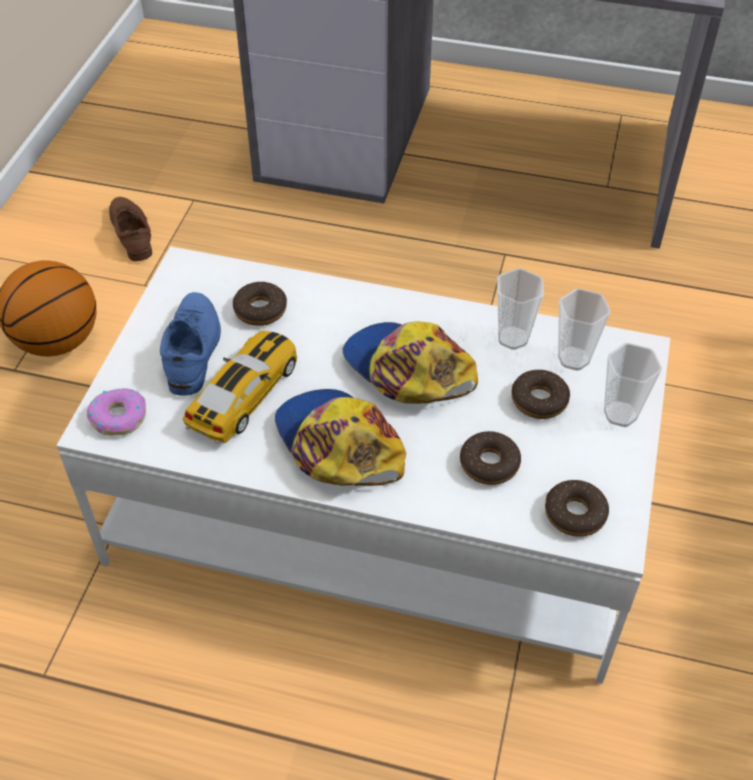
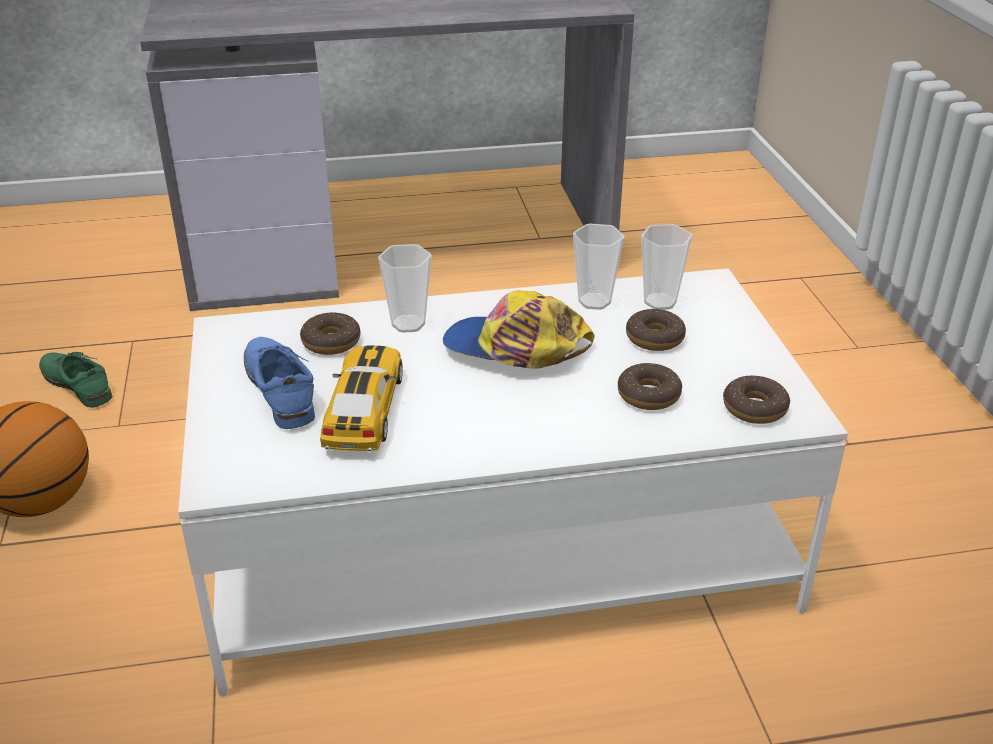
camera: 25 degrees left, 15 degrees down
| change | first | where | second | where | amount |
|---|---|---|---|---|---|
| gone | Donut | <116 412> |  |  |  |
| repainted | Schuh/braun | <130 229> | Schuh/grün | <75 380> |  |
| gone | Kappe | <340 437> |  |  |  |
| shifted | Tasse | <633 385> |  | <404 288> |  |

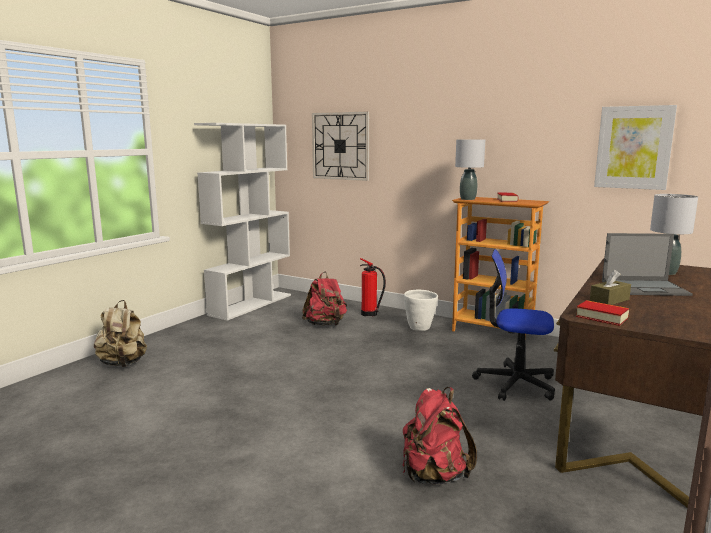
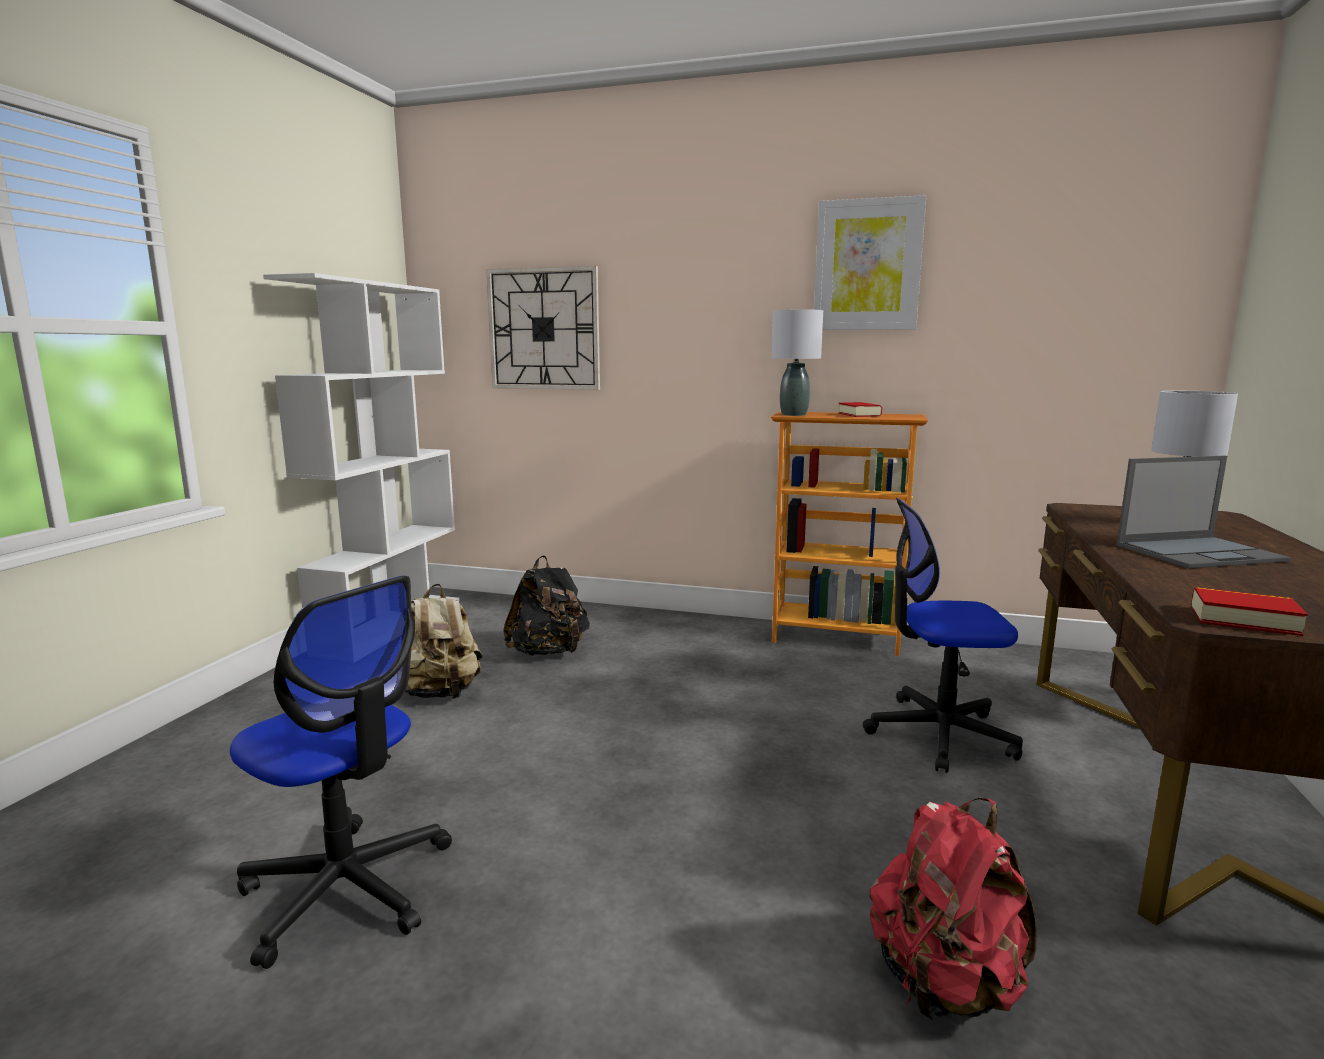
camera: 15 degrees left, 0 degrees up
| change | first | where | second | where | amount |
|---|---|---|---|---|---|
| shifted | Rucksack/beige | <120 333> |  | <444 641> |  |
| repainted | Rucksack/rot | <324 299> | Rucksack/schwarz | <546 606> |  |
| gone | Feuerlöscher | <373 287> |  |  |  |
| gone | Pflanzkübel/weiß | <421 310> |  |  |  |
| gone | Taschentuchbox/braun | <610 287> |  |  |  |
| shifted | Bild | <635 147> |  | <870 262> |  |
| new |  |  | Bürostuhl | <341 772> |  |

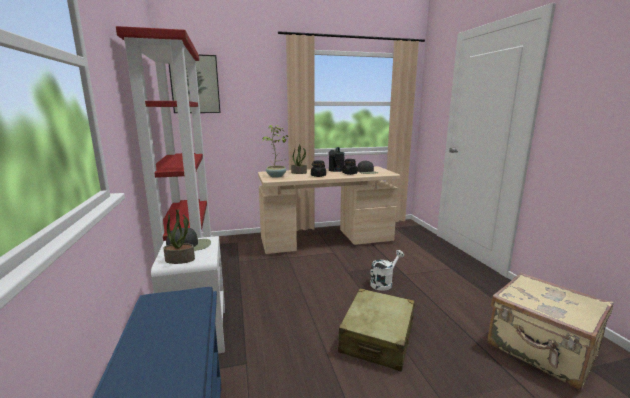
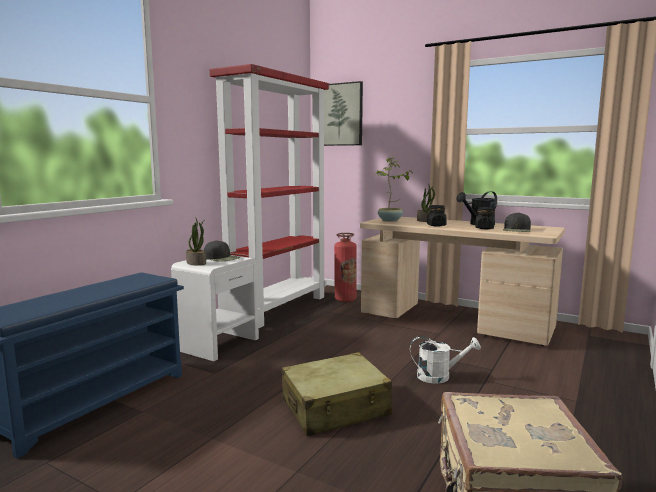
camera: 45 degrees right, 5 degrees down
| change | first | where | second | where | amount |
|---|---|---|---|---|---|
| new |  |  | Feuerlöscher | <345 267> |  |

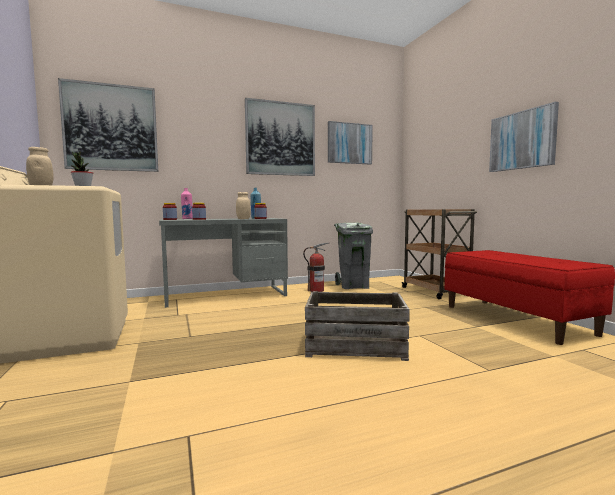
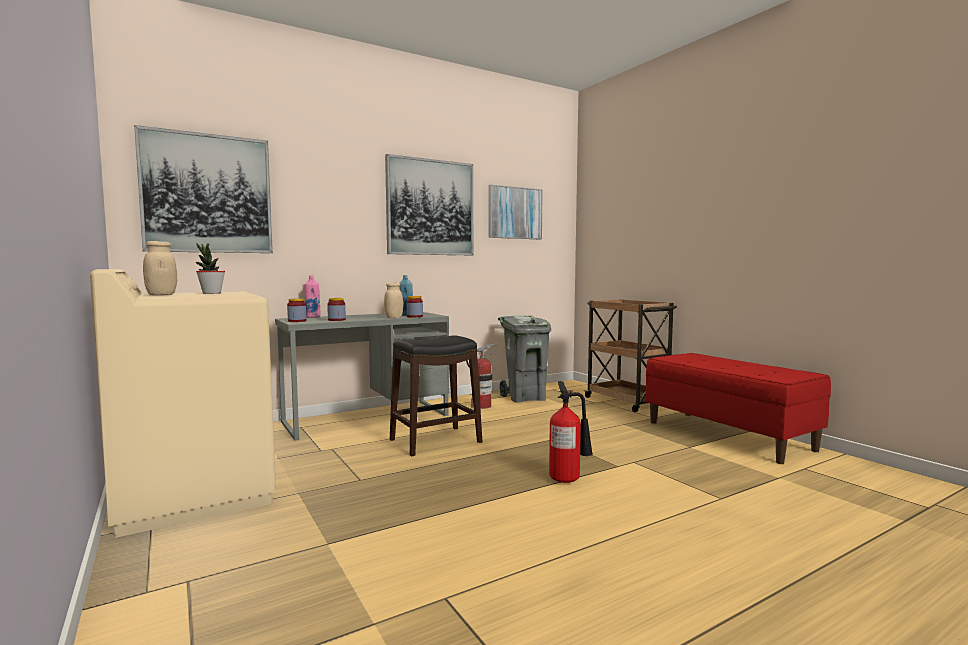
camera: 10 degrees left, 0 degrees up
| change | first | where | second | where | amount |
|---|---|---|---|---|---|
| swapped | Kiste | <357 326> | Feuerlöscher | <571 432> |  |
| gone | Bild | <524 137> |  |  |  |
| new |  |  | Hocker/schwarz | <436 395> |  |

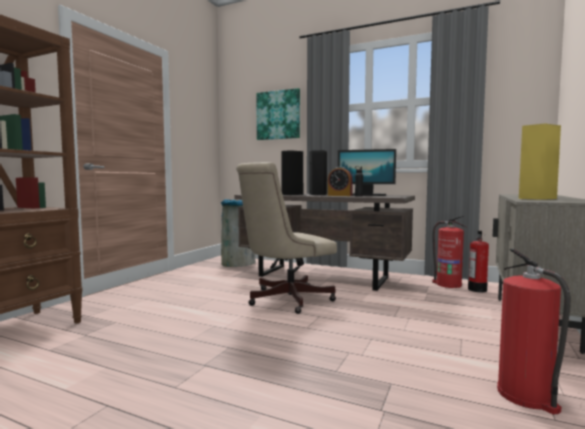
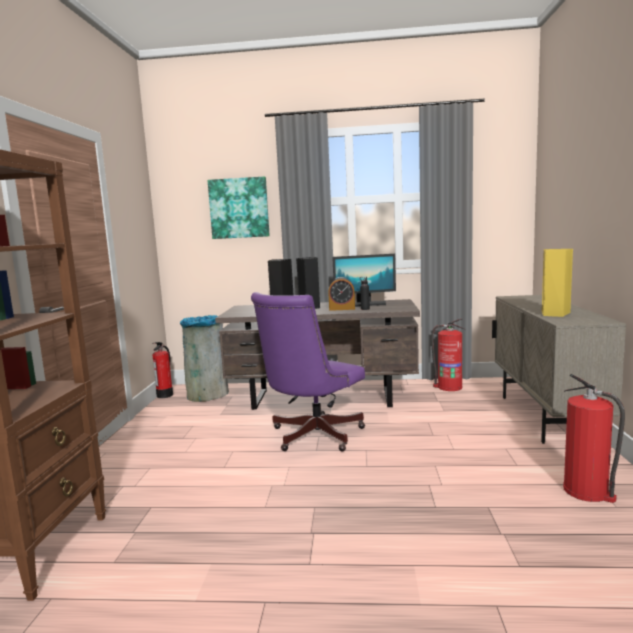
camera: 20 degrees left, 5 degrees up
| change | first | where | second | where | amount |
|---|---|---|---|---|---|
| repainted | Bürostuhl/beige | <286 238> | Bürostuhl/lila | <308 371> |  |
| shifted | Feuerlöscher | <478 261> |  | <162 370> |  |

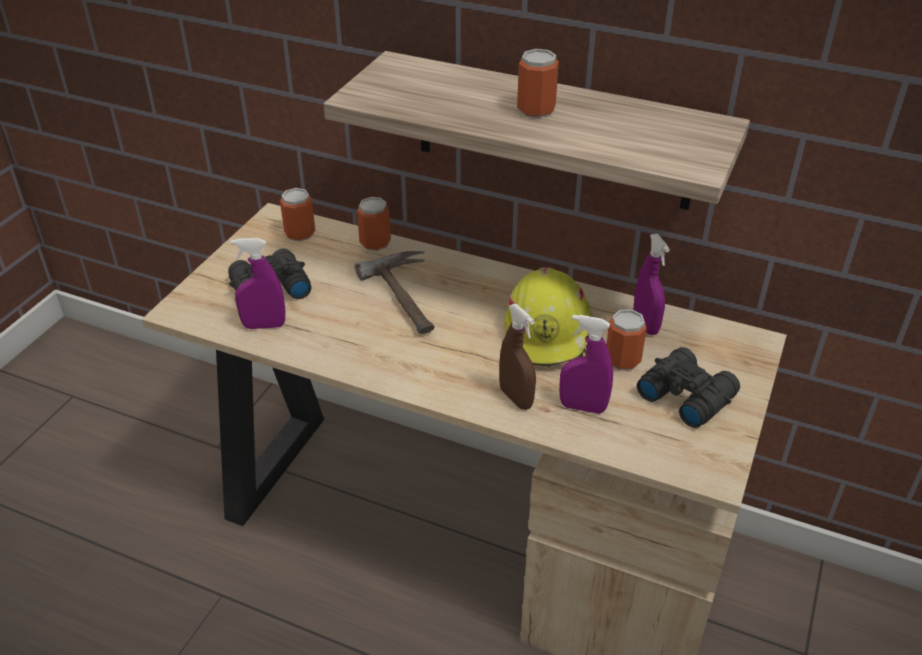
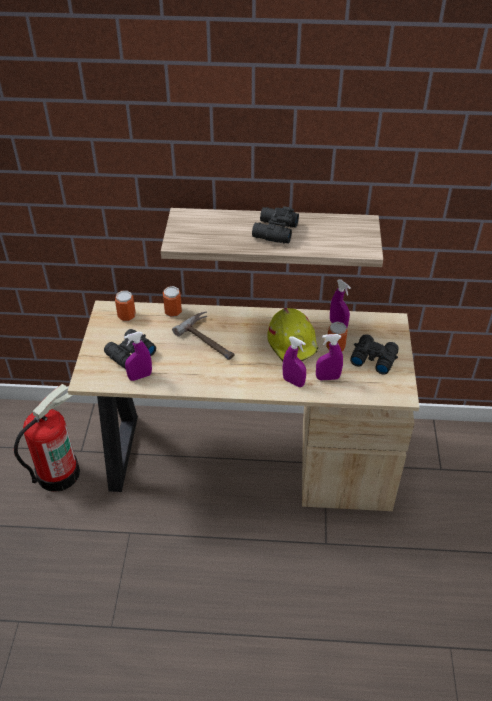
camera: 20 degrees left, 5 degrees up
| change | first | where | second | where | amount |
|---|---|---|---|---|---|
| repainted | Sprühflasche/braun | <517 357> | Sprühflasche/lila | <294 361> |  |
| swapped | Dose | <538 84> | Fernglas/schwarz | <275 225> |  |
| new |  |  | Feuerlöscher | <47 438> |  |

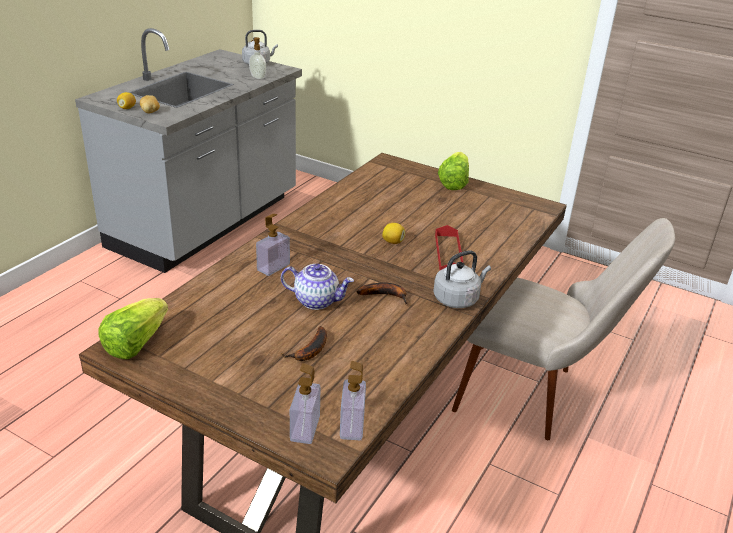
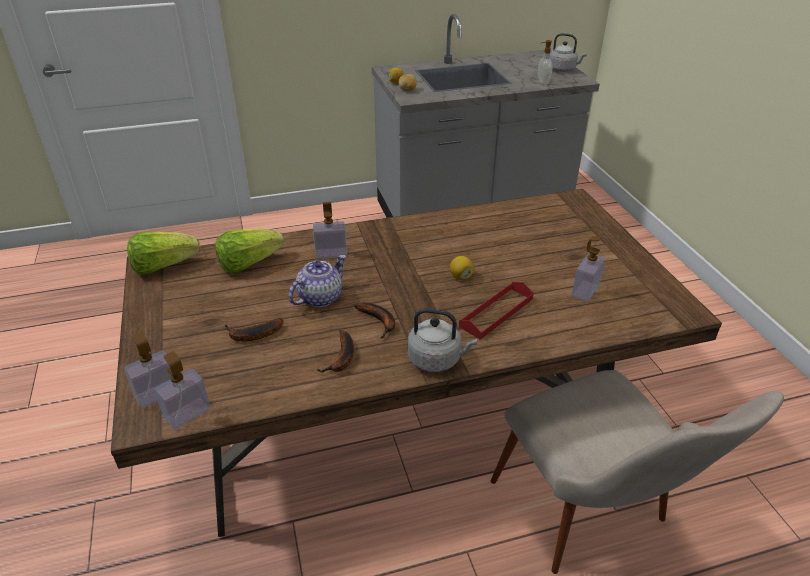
camera: 45 degrees right, 5 degrees up
| change | first | where | second | where | amount |
|---|---|---|---|---|---|
| rotated | Teekanne | <317 287> |  | <317 281> | 105 degrees counterclockwise |
| shifted | Salatkopf | <453 171> |  | <249 250> |  |
| new |  |  | Banane | <335 351> |  |
| new |  |  | Seifenspender | <588 269> |  |

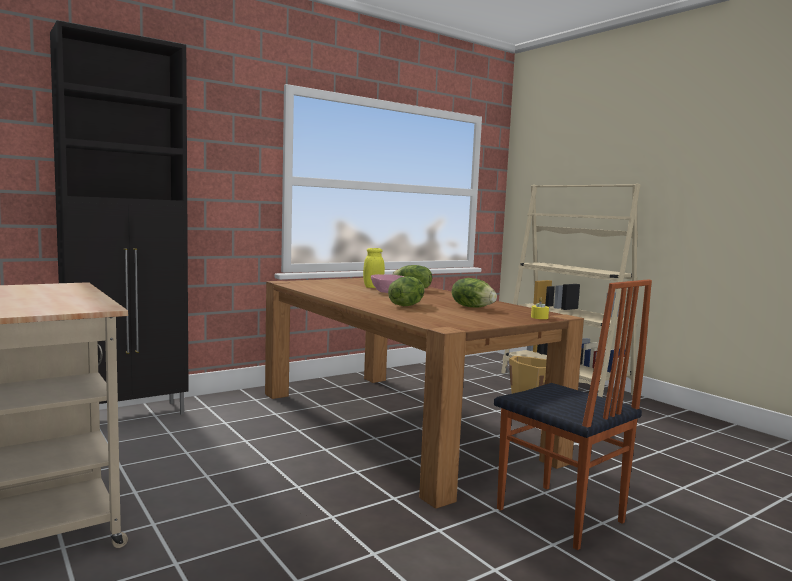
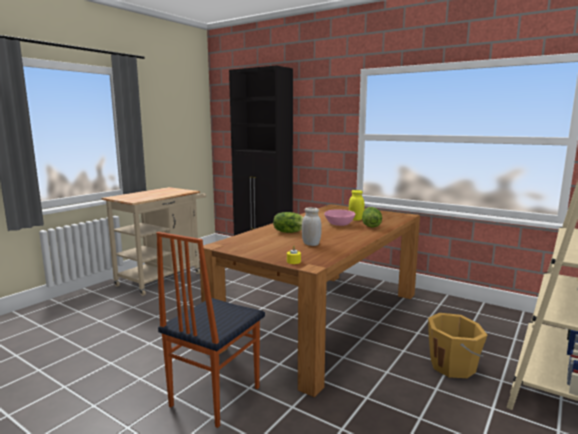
camera: 70 degrees right, 5 degrees up
| change | first | where | second | where | amount |
|---|---|---|---|---|---|
| swapped | Salatkopf | <474 292> | Vorratsglas/weiß | <311 226> |  |

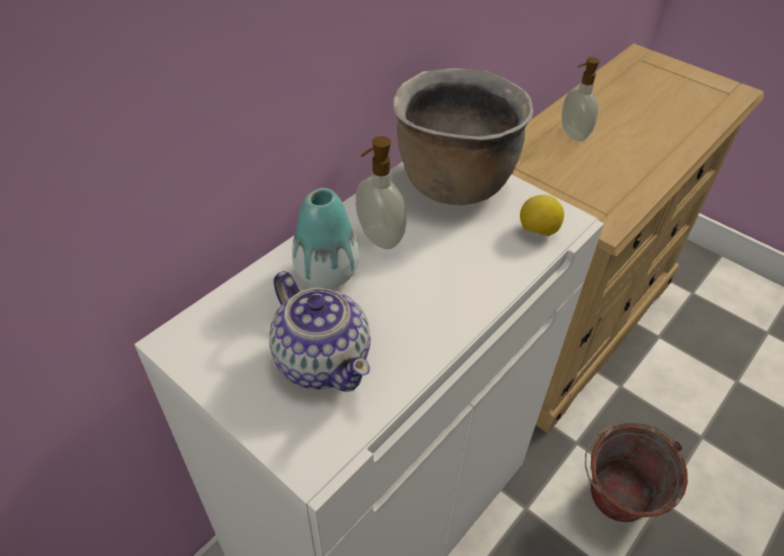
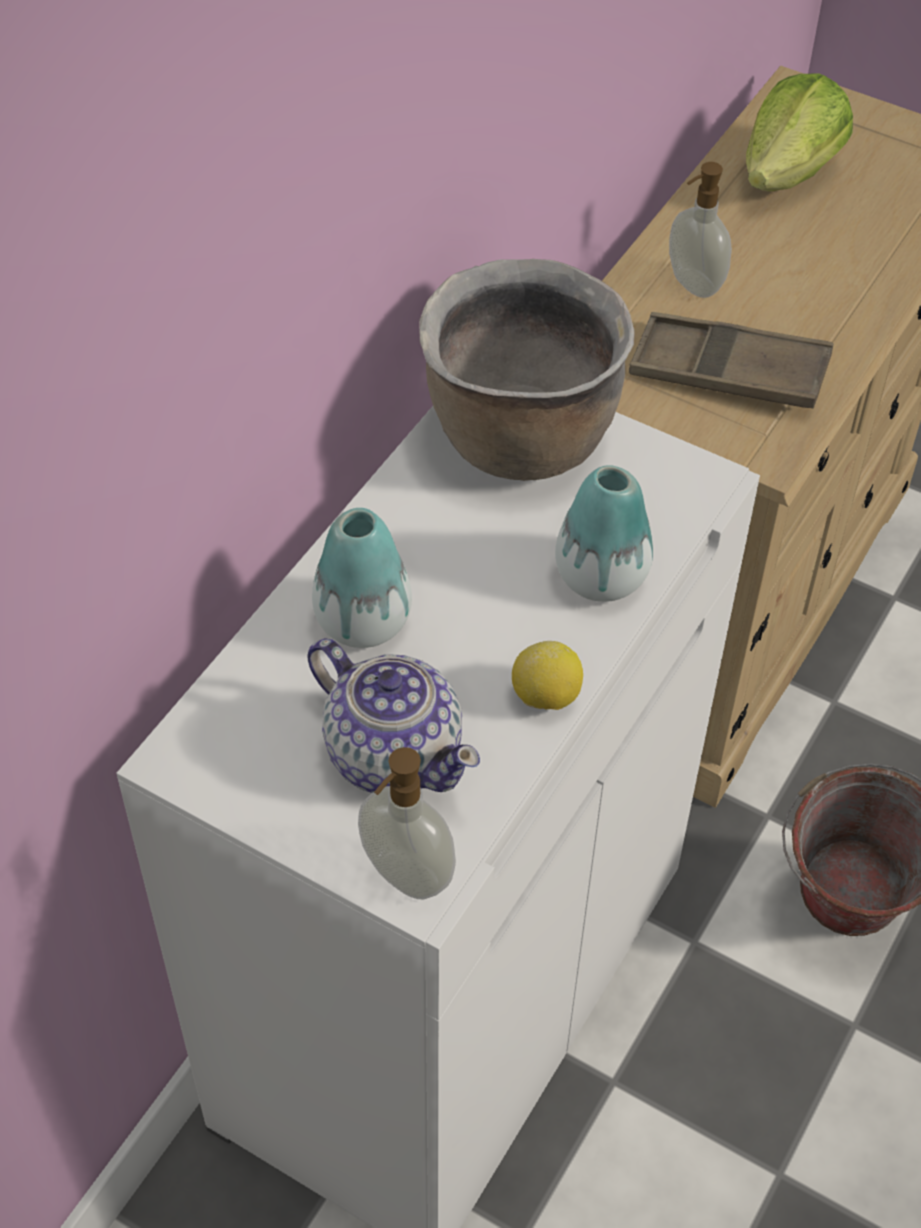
camera: 10 degrees left, 5 degrees up
| change | first | where | second | where | amount |
|---|---|---|---|---|---|
| shifted | Seifenspender | <381 192> |  | <407 823> |  |
| shifted | Zitrone | <542 215> |  | <547 675> |  |
| new |  |  | Vase | <604 533> |  |
| new |  |  | Tablett/braun | <731 360> |  |
| new |  |  | Salatkopf | <799 132> |  |

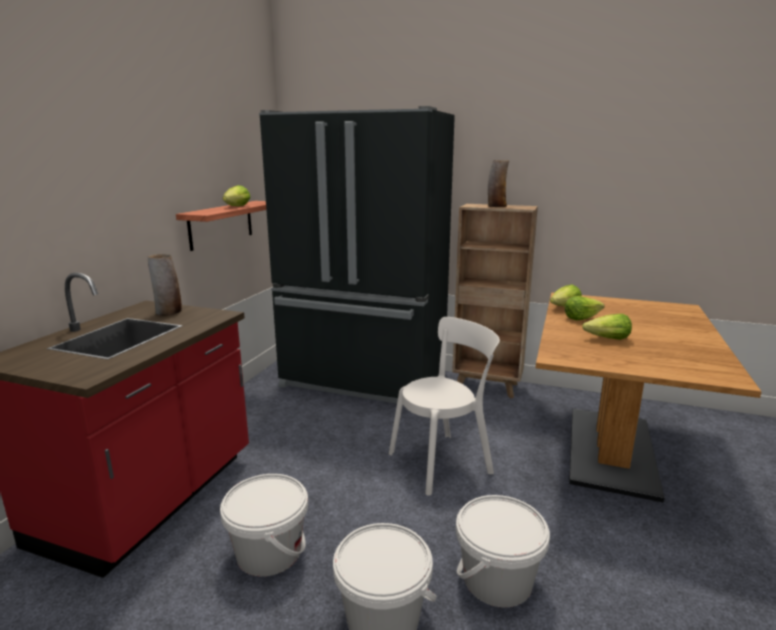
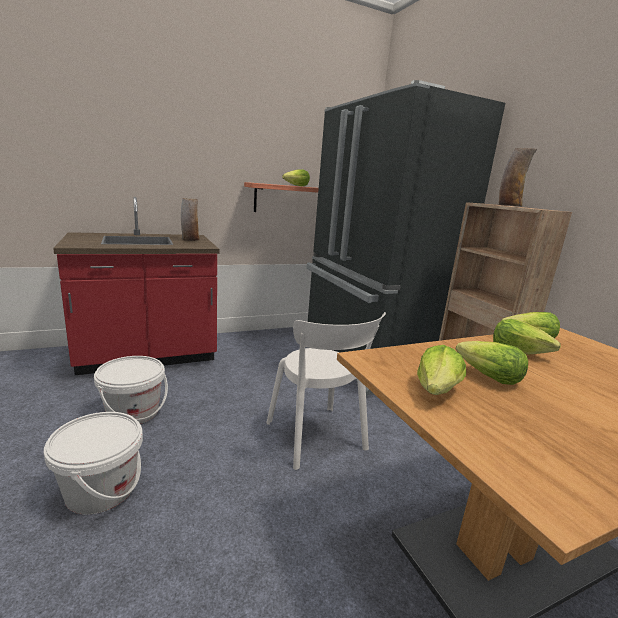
camera: 45 degrees right, 0 degrees up
| change | first | where | second | where | amount |
|---|---|---|---|---|---|
| rotated | Stuhl/weiß | <444 406> |  | <326 391> | 45 degrees clockwise |
| gone | Eimer/weiß | <503 551> |  |  |  |
| new |  |  | Salatkopf | <441 370> |  |

